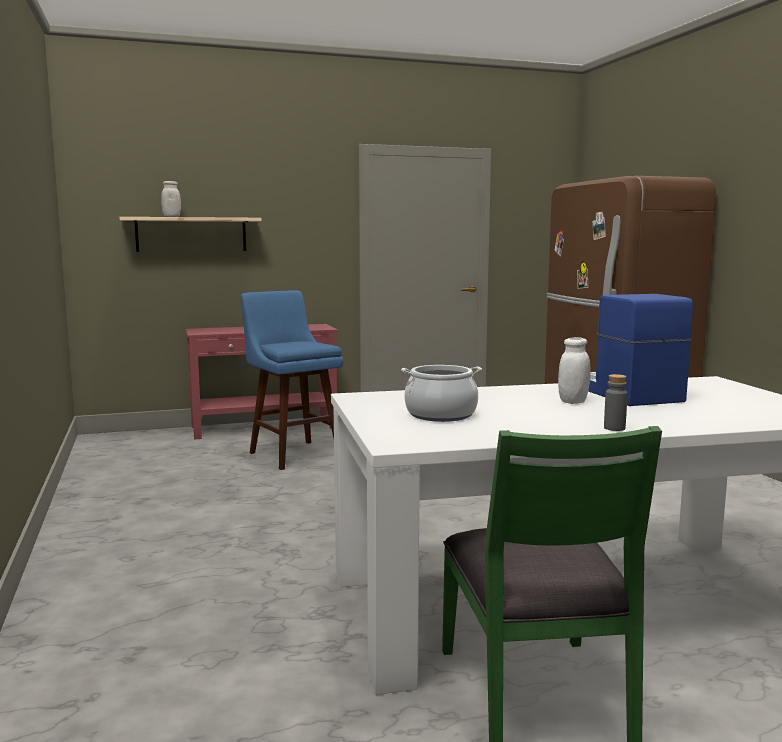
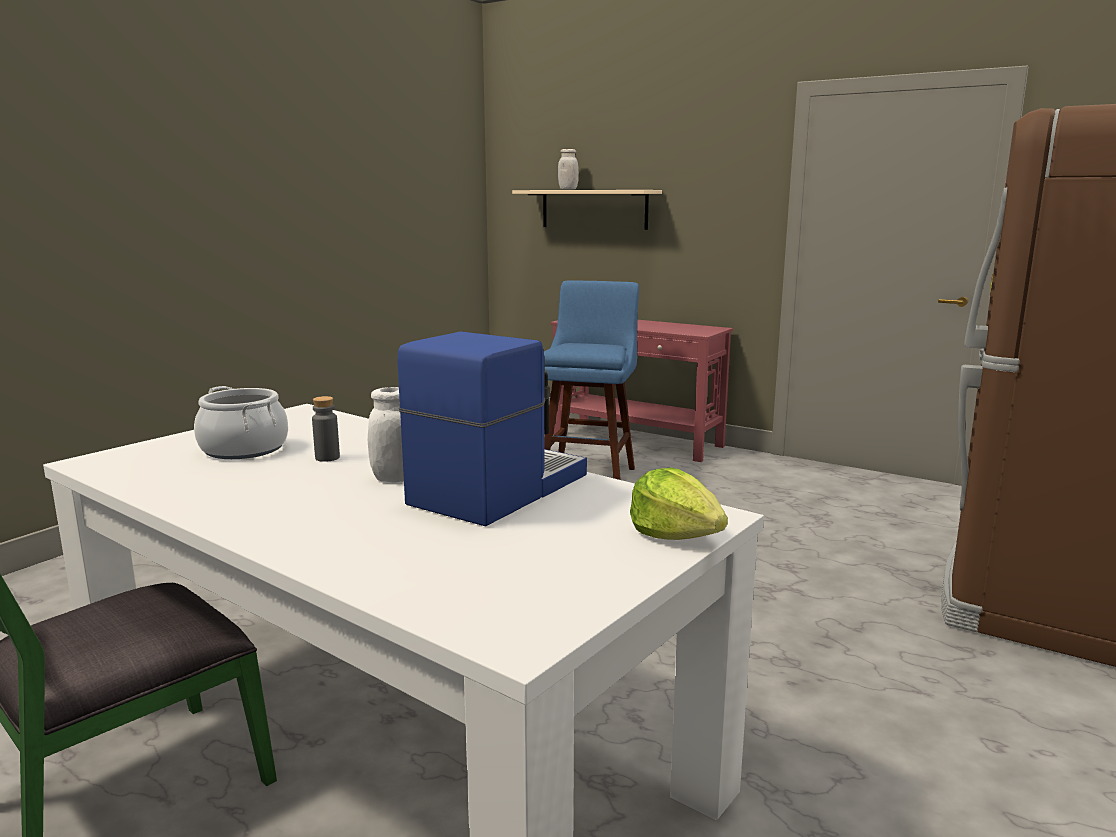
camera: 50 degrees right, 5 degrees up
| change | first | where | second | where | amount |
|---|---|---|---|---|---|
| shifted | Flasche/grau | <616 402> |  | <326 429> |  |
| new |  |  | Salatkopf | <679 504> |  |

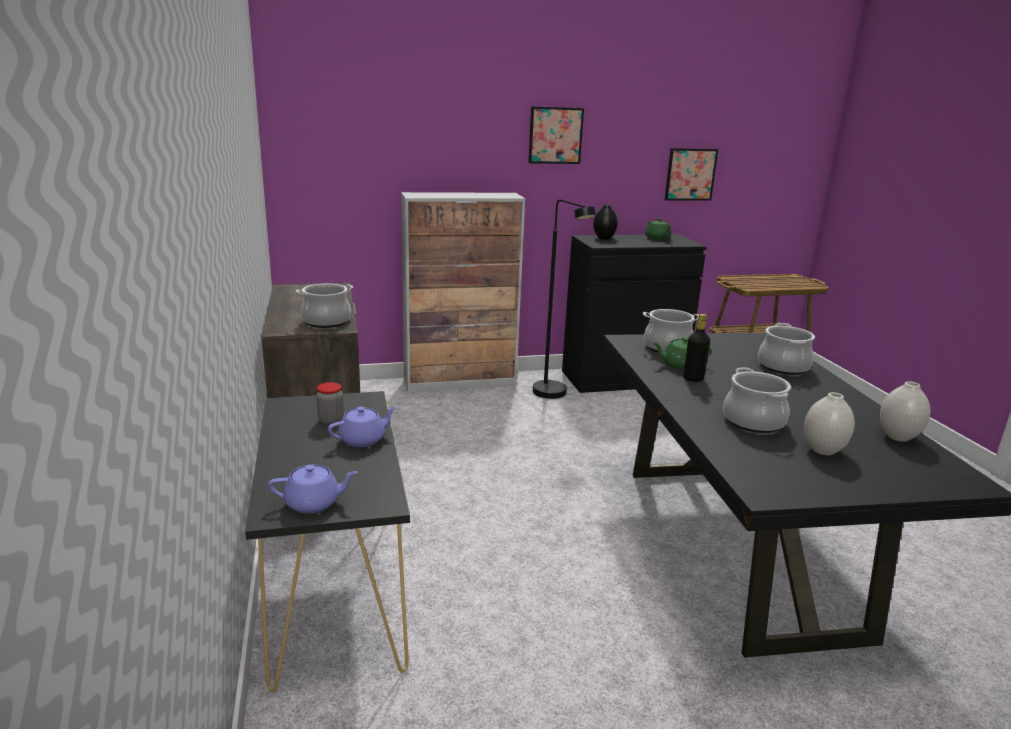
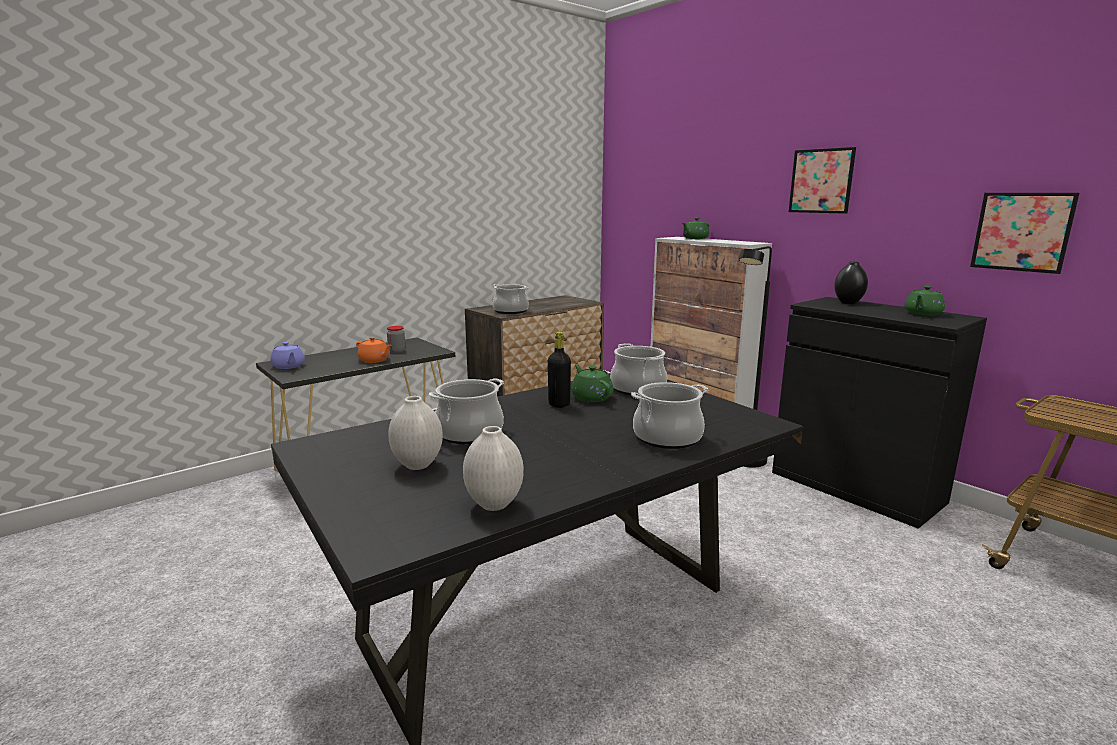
camera: 65 degrees right, 5 degrees down
| change | first | where | second | where | amount |
|---|---|---|---|---|---|
| repainted | Teekanne/lila | <362 427> | Teekanne/orange | <374 350> |  |
| new |  |  | Teekanne/grün | <695 228> |  |

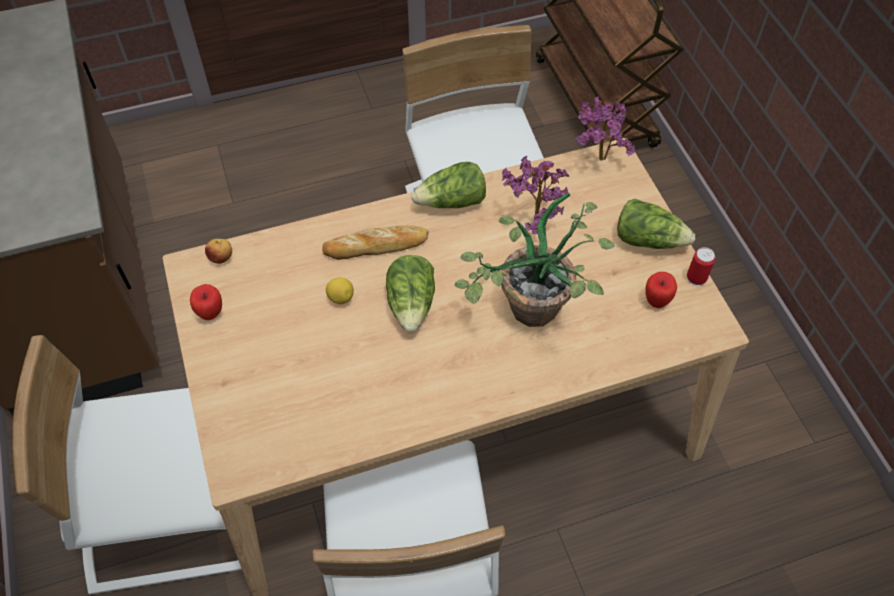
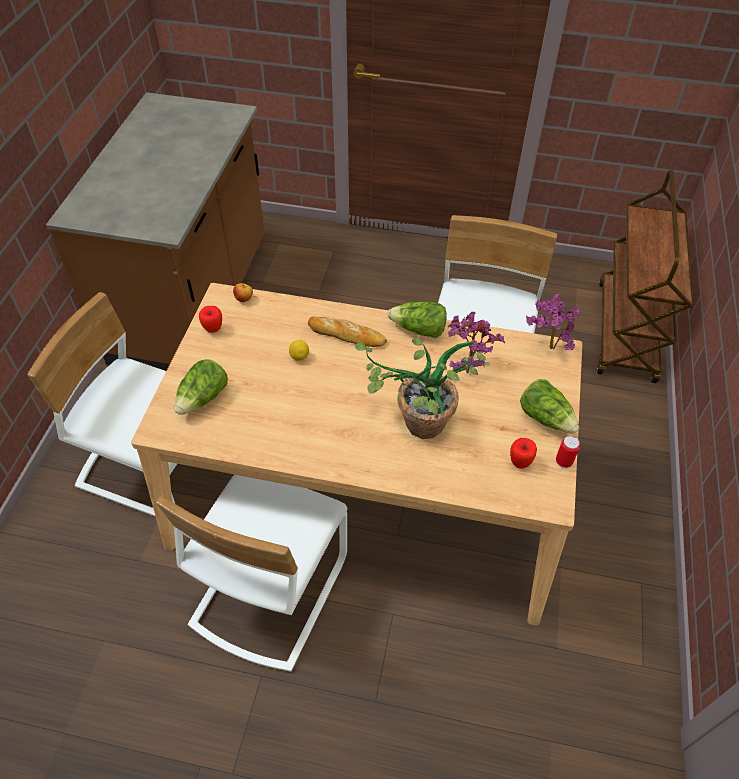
camera: 30 degrees right, 5 degrees down
| change | first | where | second | where | amount |
|---|---|---|---|---|---|
| shifted | Salatkopf | <410 294> |  | <201 387> |  |

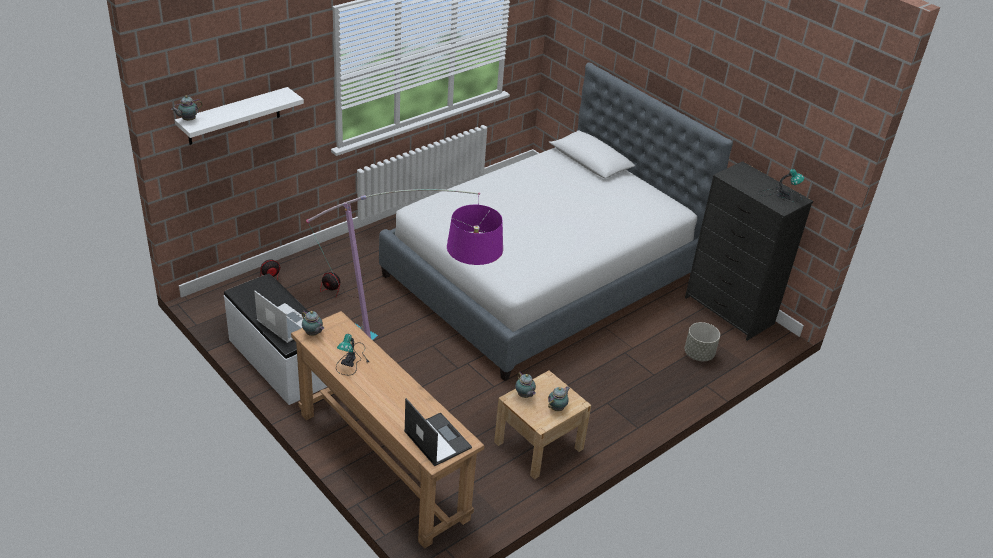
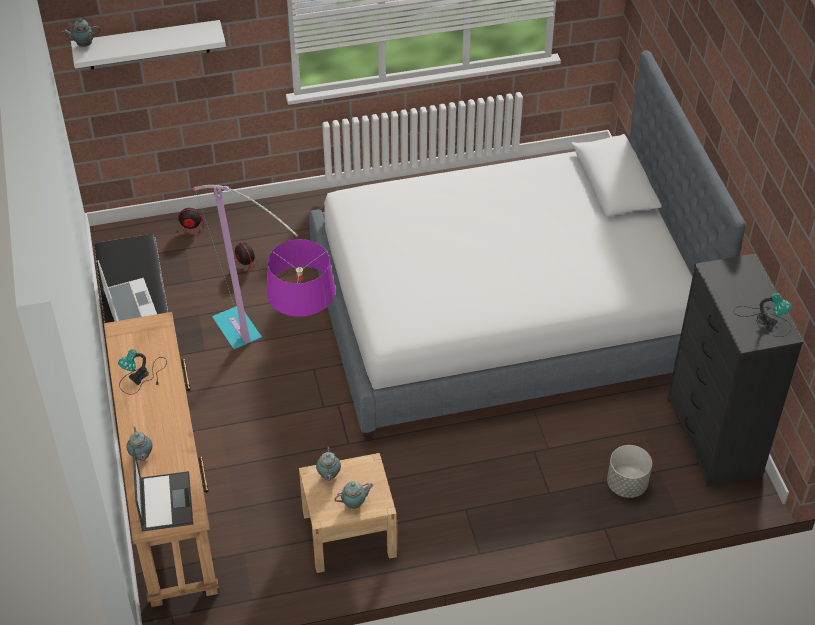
camera: 30 degrees right, 10 degrees up
| change | first | where | second | where | amount |
|---|---|---|---|---|---|
| shifted | Teekanne | <313 323> |  | <139 444> |  |

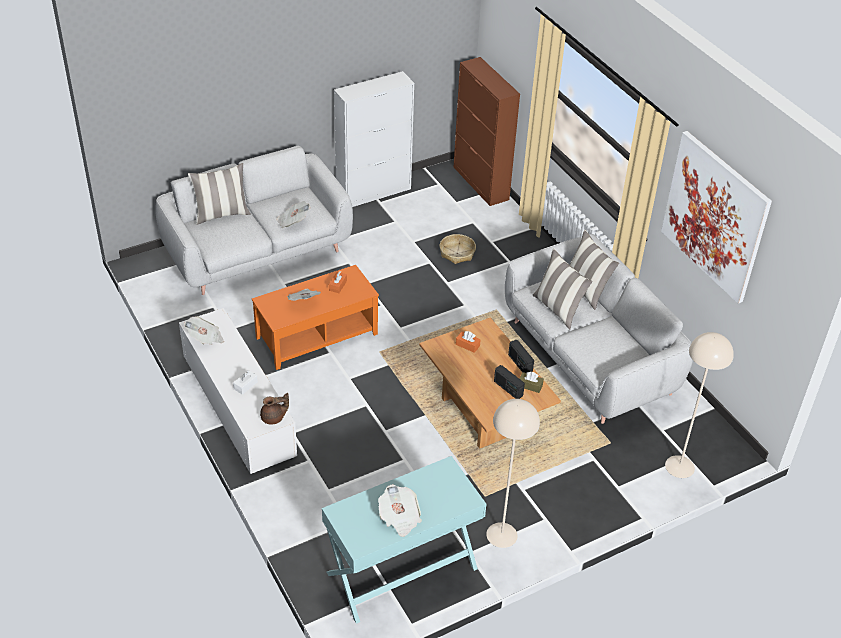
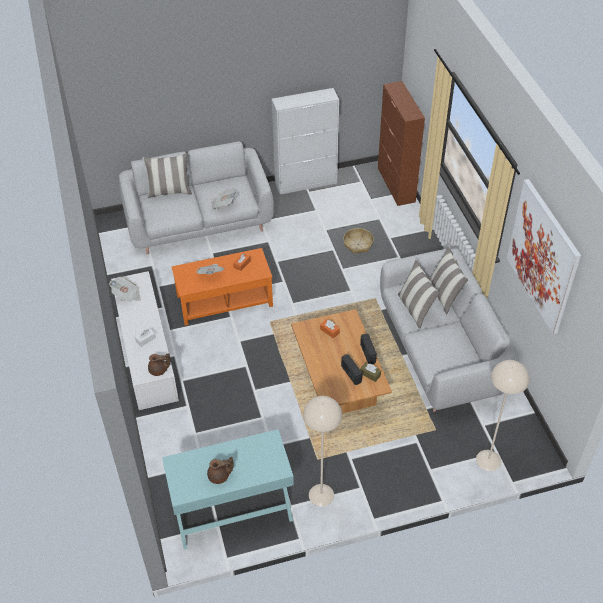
camera: 15 degrees right, 5 degrees up
| change | first | where | second | where | amount |
|---|---|---|---|---|---|
| swapped | Zeitung | <400 510> | Teekanne/braun | <220 470> |  |

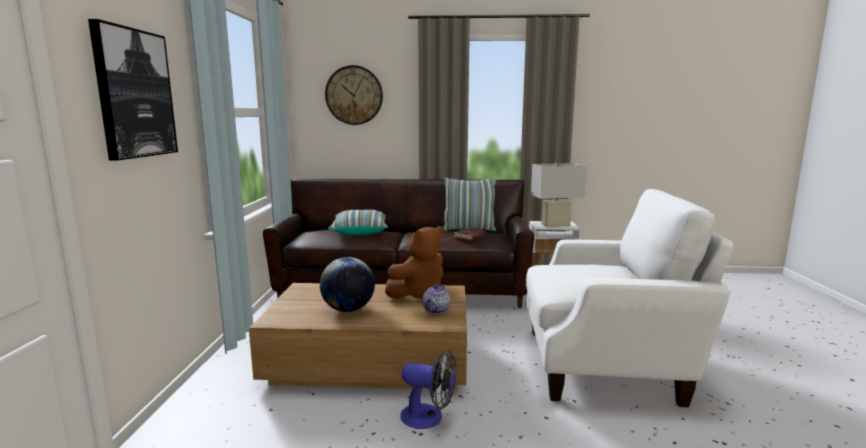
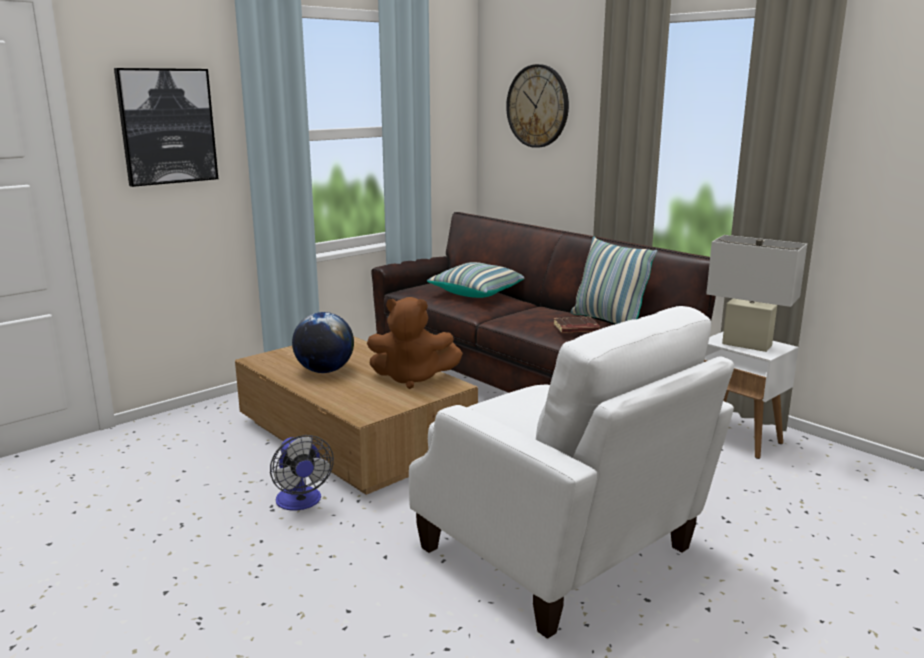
camera: 45 degrees right, 5 degrees up
| change | first | where | second | where | amount |
|---|---|---|---|---|---|
| gone | Teekanne | <436 299> |  |  |  |

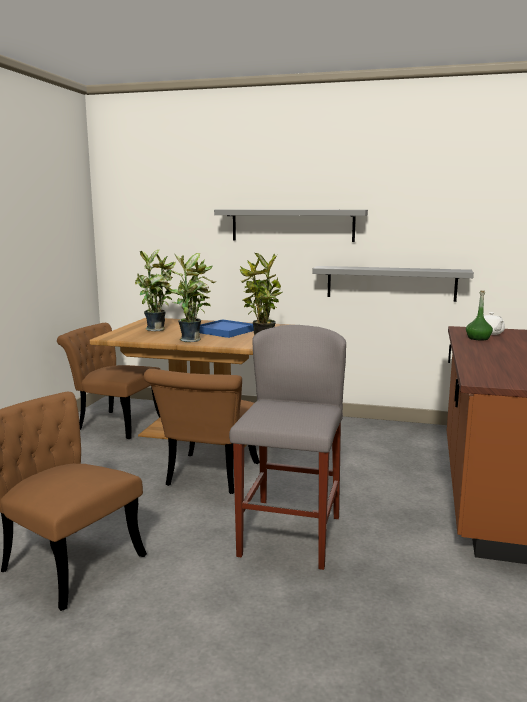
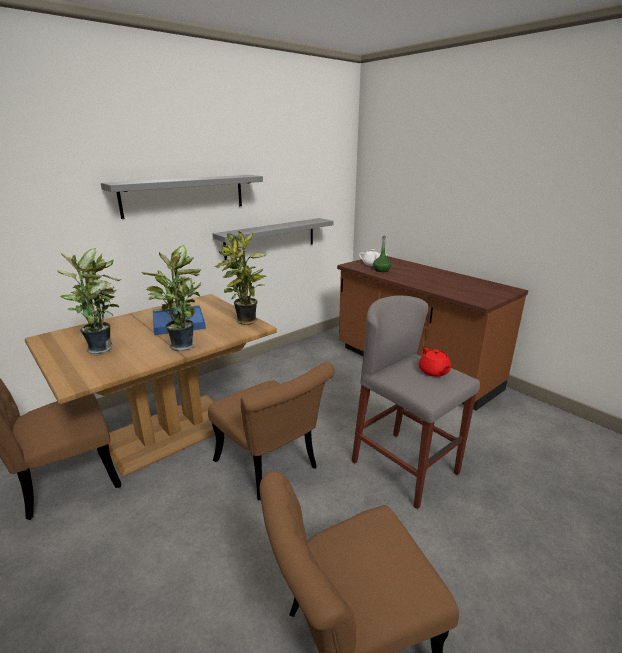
camera: 55 degrees left, 10 degrees up
| change | first | where | second | where | amount |
|---|---|---|---|---|---|
| new |  |  | Teekanne/rot | <435 362> |  |

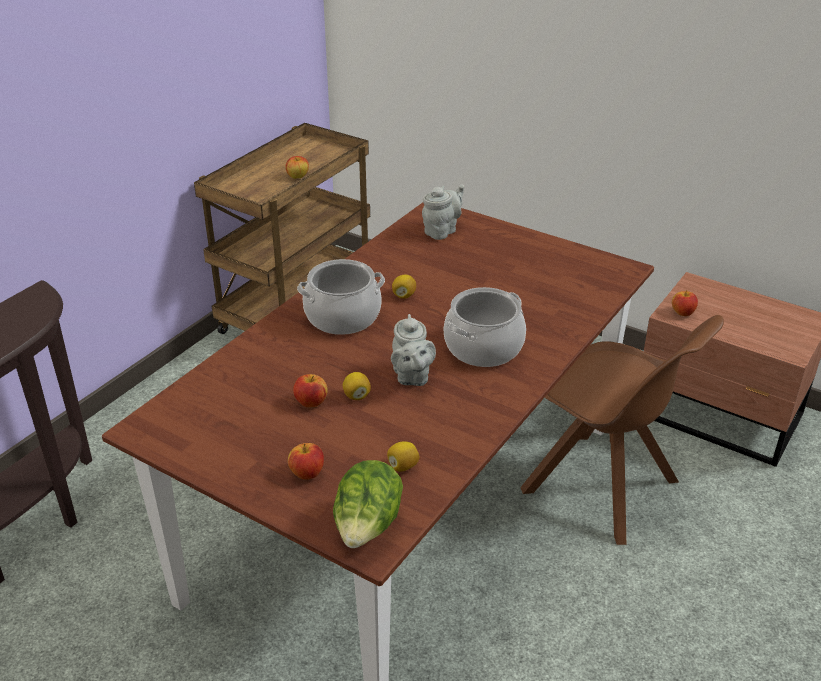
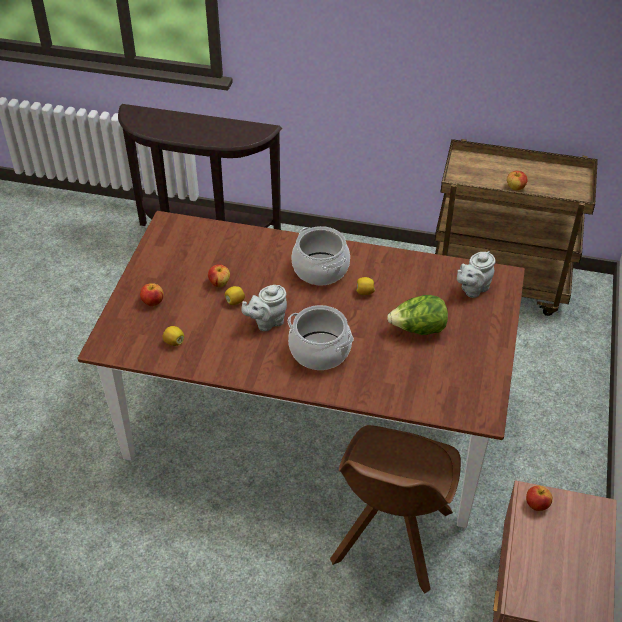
camera: 70 degrees right, 10 degrees up
| change | first | where | second | where | amount |
|---|---|---|---|---|---|
| shifted | Salatkopf | <368 504> |  | <417 315> |  |
| rotated | Teekanne/grau | <443 212> |  | <476 274> | 120 degrees clockwise |

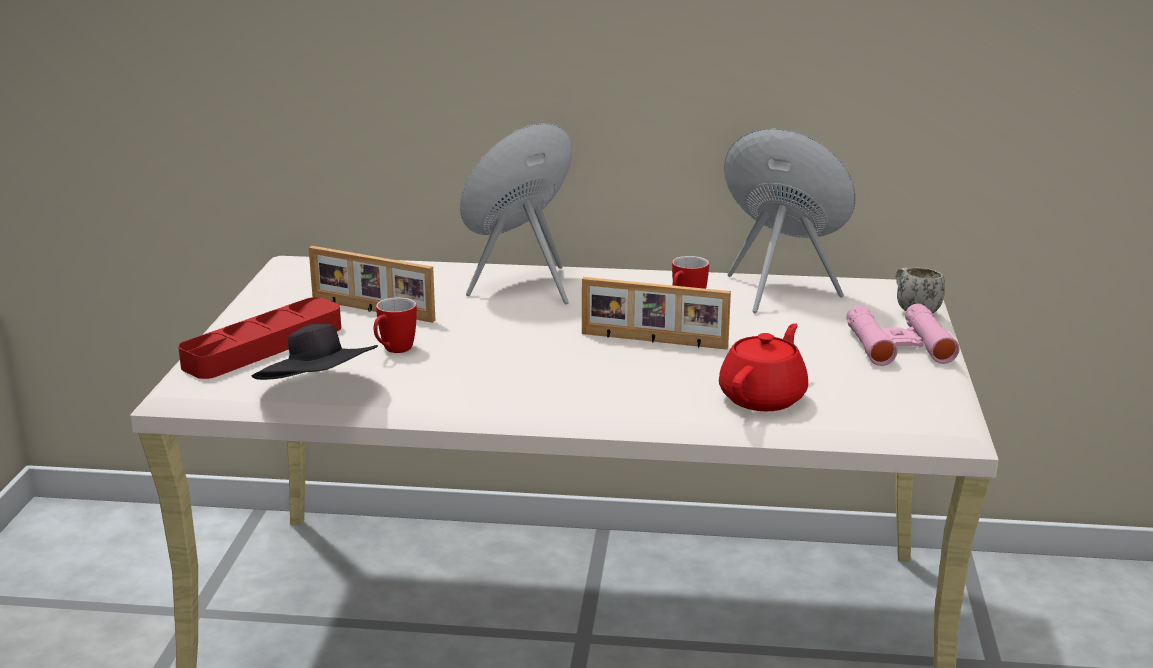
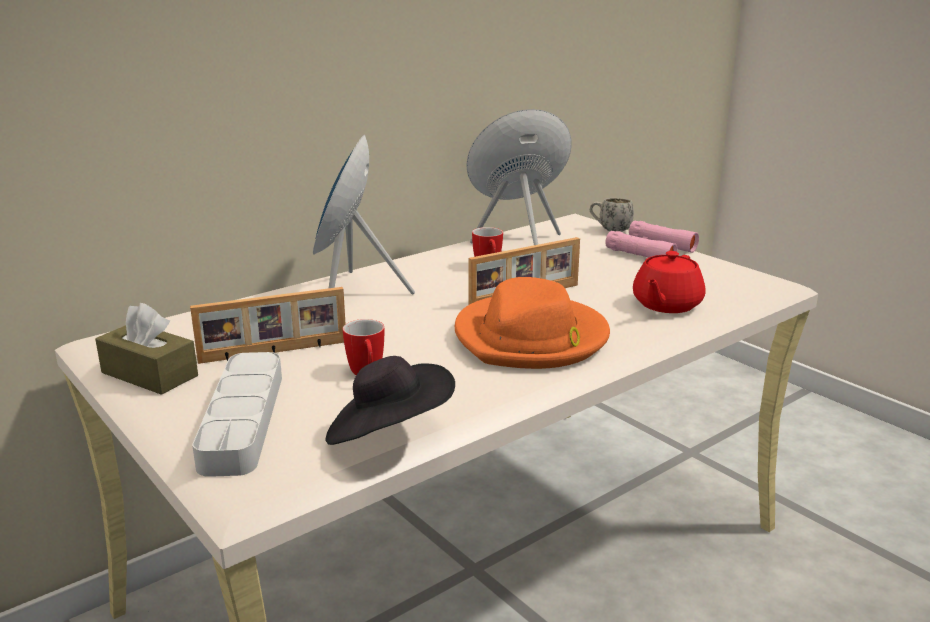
camera: 45 degrees left, 0 degrees up
| change | first | where | second | where | amount |
|---|---|---|---|---|---|
| repainted | Tablett/rot | <259 338> | Tablett/grau | <237 414> |  |
| rotated | Teekanne/rot | <763 367> |  | <669 282> | 135 degrees counterclockwise |
| new |  |  | Taschentuchbox/braun | <146 349> |  |
| new |  |  | Hut/orange | <532 323> |  |

